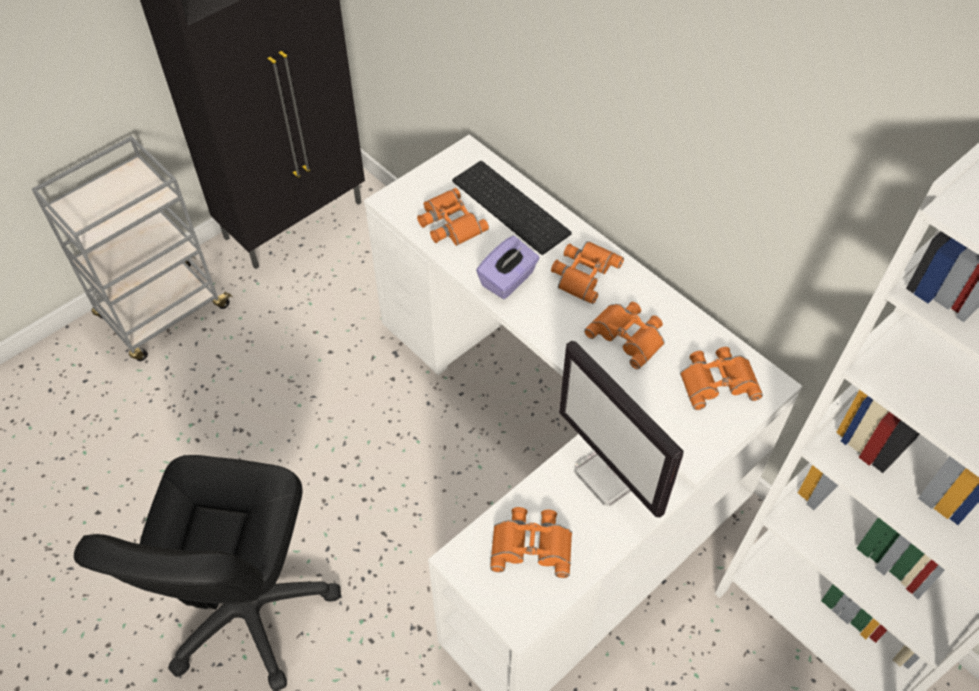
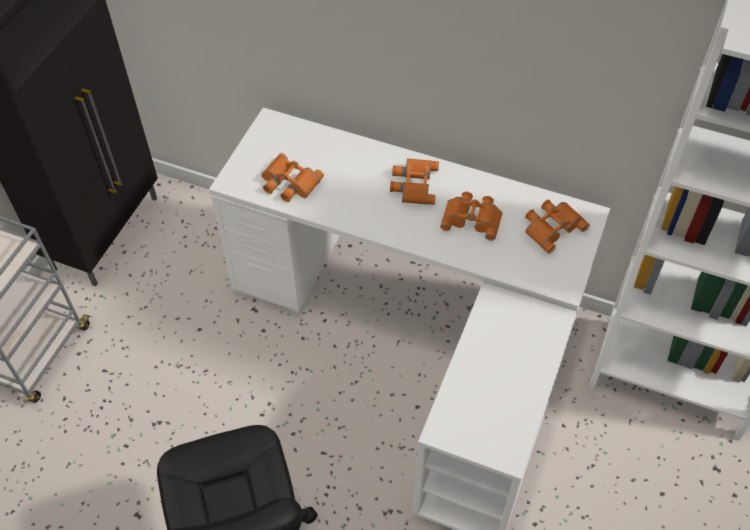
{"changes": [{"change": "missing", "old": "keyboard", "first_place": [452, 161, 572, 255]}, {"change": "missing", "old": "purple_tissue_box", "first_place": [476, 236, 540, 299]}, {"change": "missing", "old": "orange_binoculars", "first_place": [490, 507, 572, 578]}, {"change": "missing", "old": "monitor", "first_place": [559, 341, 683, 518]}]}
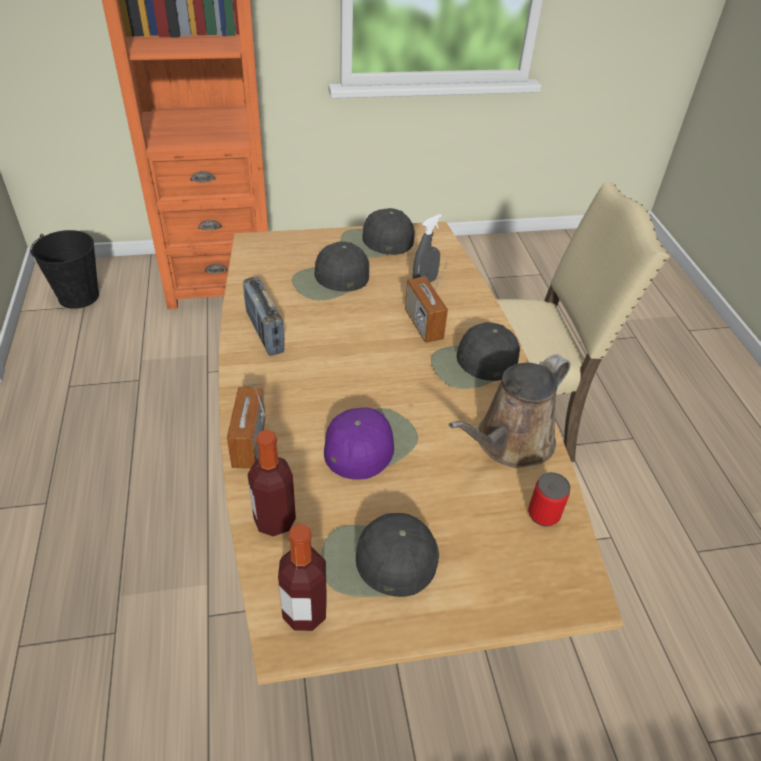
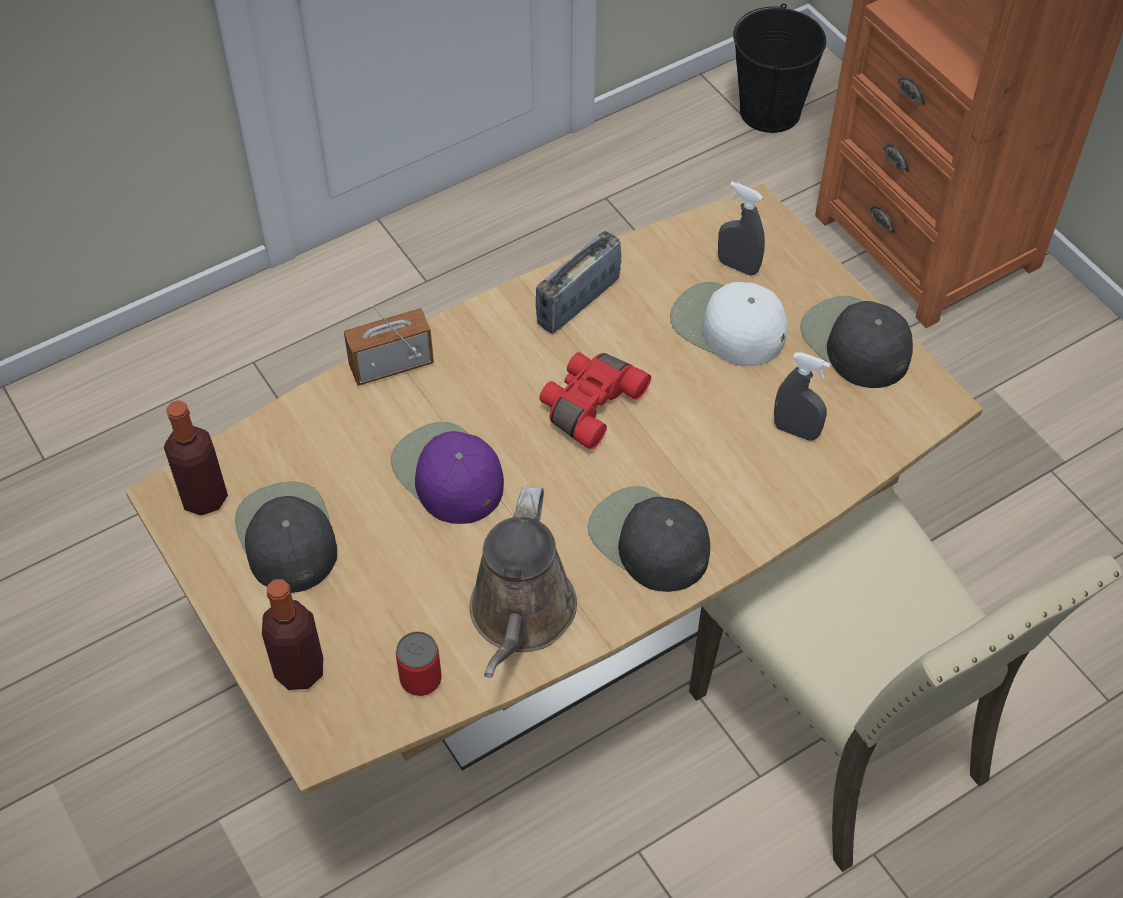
{"changes": [{"change": "relocated", "old": "bottle", "first_place": [248, 430, 296, 537], "second_place": [262, 579, 323, 690]}, {"change": "spun", "old": "purple_cap", "first_place": [324, 407, 418, 480], "second_place": [391, 422, 504, 524], "degrees": -150}, {"change": "spun", "old": "brown_watering_can", "first_place": [449, 354, 570, 468], "second_place": [470, 485, 577, 678], "degrees": -105}, {"change": "appeared", "new": "red_binoculars", "second_place": [539, 352, 651, 450]}, {"change": "colour", "old": "black_cap", "new": "white_cap", "first_place": [292, 242, 369, 301], "second_place": [670, 282, 788, 366]}, {"change": "appeared", "new": "grey_spray_bottle", "second_place": [718, 182, 765, 276]}, {"change": "missing", "old": "radio", "first_place": [405, 261, 448, 343]}]}
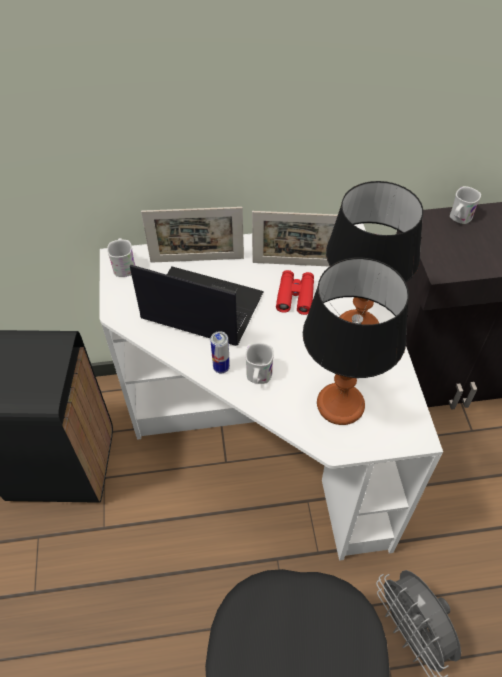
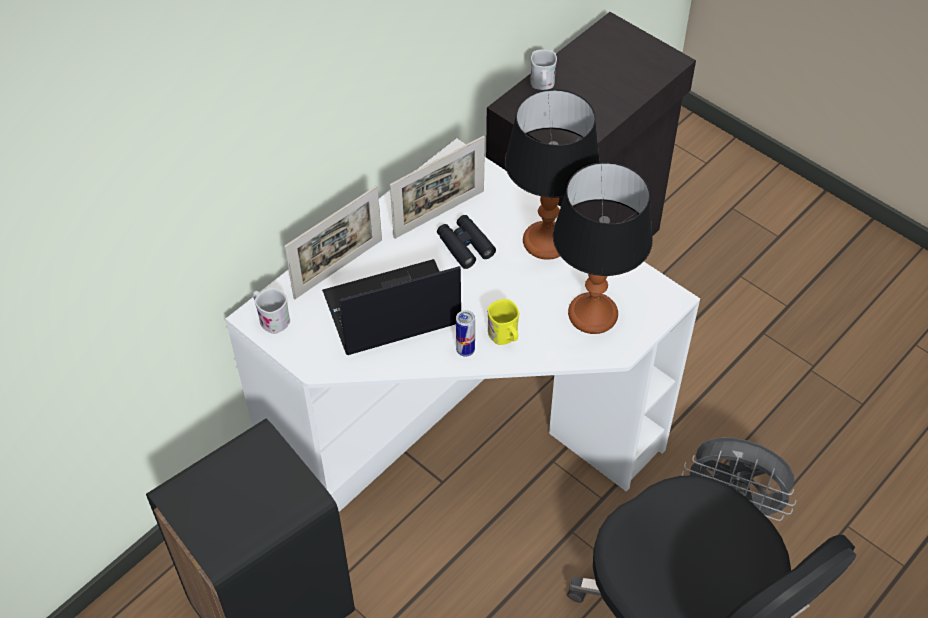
{"changes": [{"change": "colour", "old": "red_binoculars", "new": "black_binoculars", "first_place": [276, 270, 314, 315], "second_place": [437, 215, 496, 269]}, {"change": "colour", "old": "white_mug", "new": "yellow_mug", "first_place": [245, 343, 274, 384], "second_place": [487, 299, 519, 345]}]}
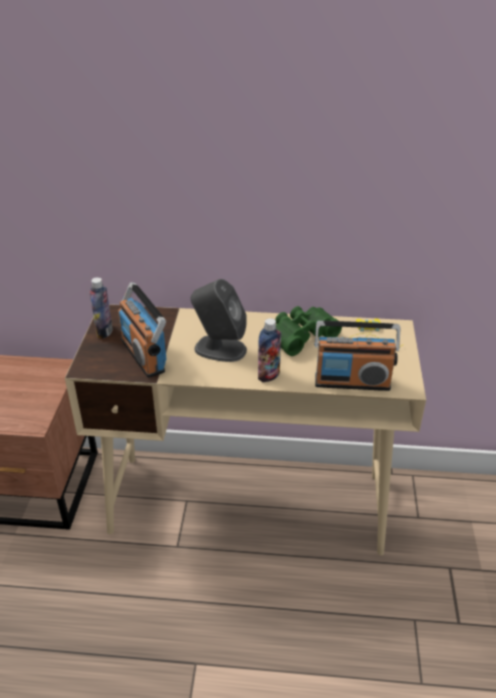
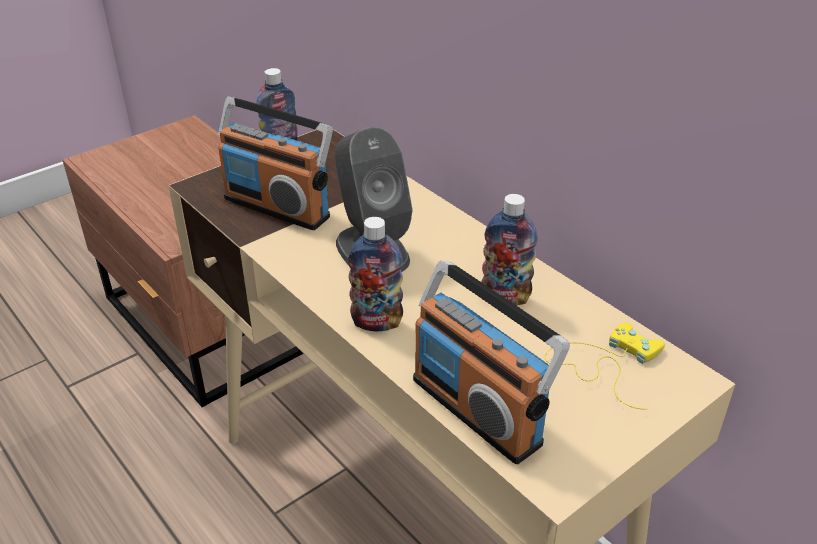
{"changes": [{"change": "spun", "old": "radio", "first_place": [118, 282, 166, 378], "second_place": [218, 97, 333, 230], "degrees": -75}, {"change": "exchanged", "old": "green_binoculars", "new": "bottle", "first_place": [275, 306, 342, 356], "second_place": [481, 194, 538, 306]}]}
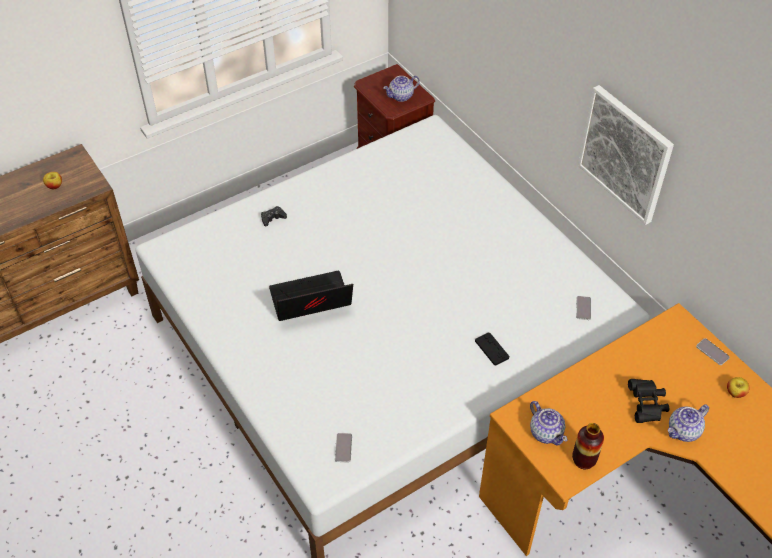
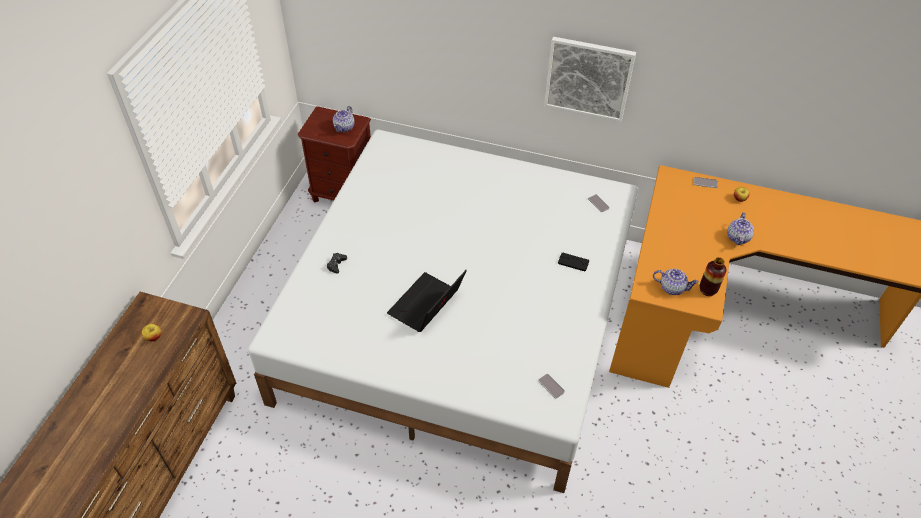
{"changes": [{"change": "missing", "old": "black_binoculars", "first_place": [628, 379, 669, 423]}]}
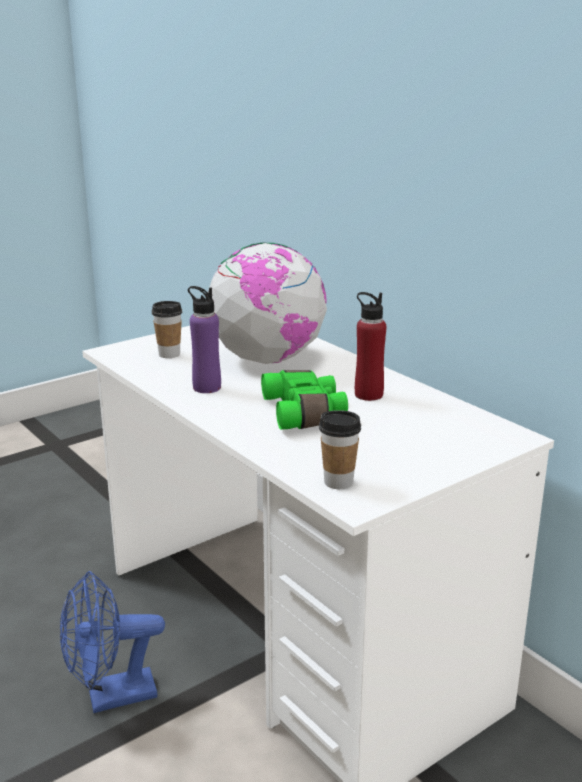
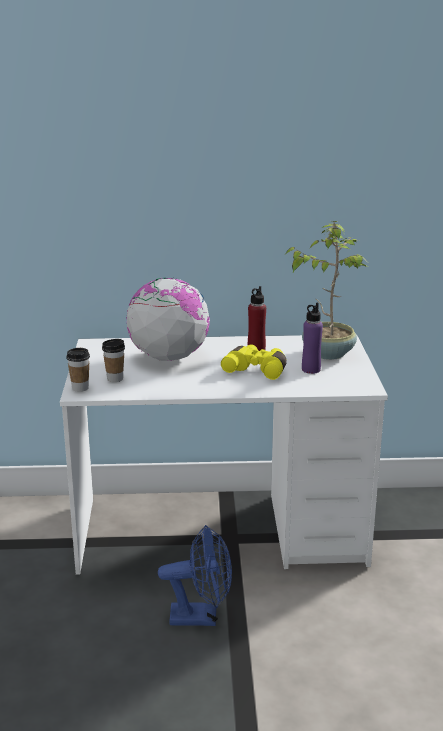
{"changes": [{"change": "relocated", "old": "cup", "first_place": [319, 410, 361, 489], "second_place": [66, 348, 90, 392]}, {"change": "spun", "old": "blue_fan", "first_place": [60, 571, 165, 713], "second_place": [158, 525, 232, 626], "degrees": -105}, {"change": "colour", "old": "green_binoculars", "new": "yellow_binoculars", "first_place": [261, 370, 348, 430], "second_place": [221, 344, 287, 380]}, {"change": "appeared", "new": "potted_plant", "second_place": [286, 221, 368, 360]}, {"change": "relocated", "old": "purple_bottle", "first_place": [188, 286, 221, 393], "second_place": [302, 303, 323, 374]}]}
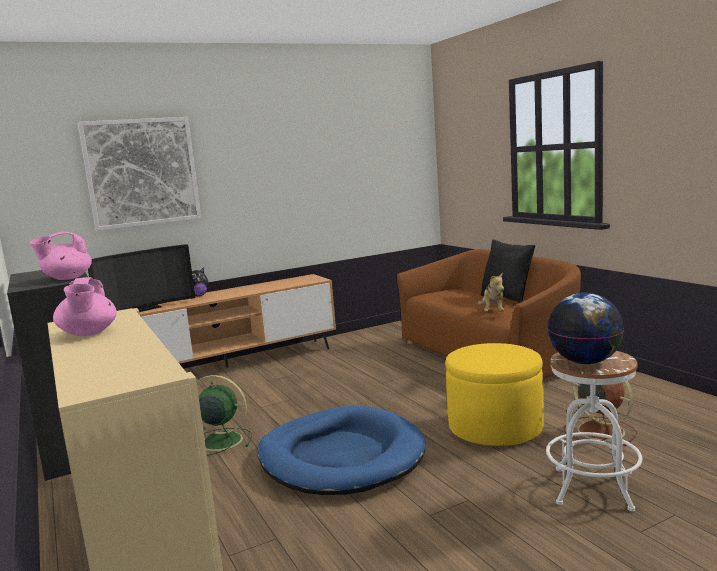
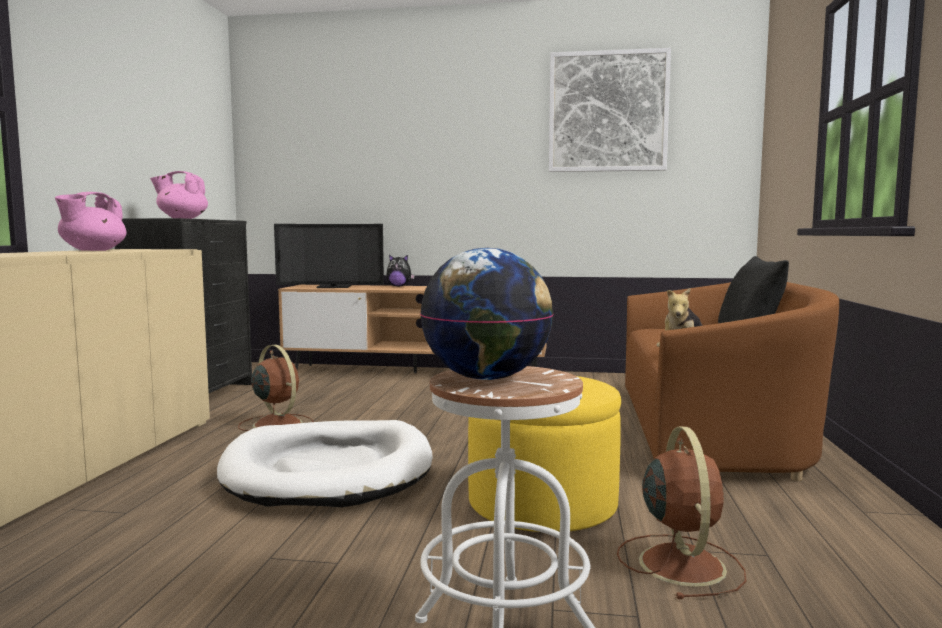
{"changes": [{"change": "colour", "old": "blue_dog_bed", "new": "white_dog_bed", "first_place": [258, 406, 426, 495], "second_place": [217, 420, 433, 507]}, {"change": "colour", "old": "green_fan", "new": "brown_fan", "first_place": [197, 375, 252, 456], "second_place": [238, 344, 314, 431]}, {"change": "relocated", "old": "picture", "first_place": [78, 117, 201, 231], "second_place": [549, 48, 671, 172]}]}
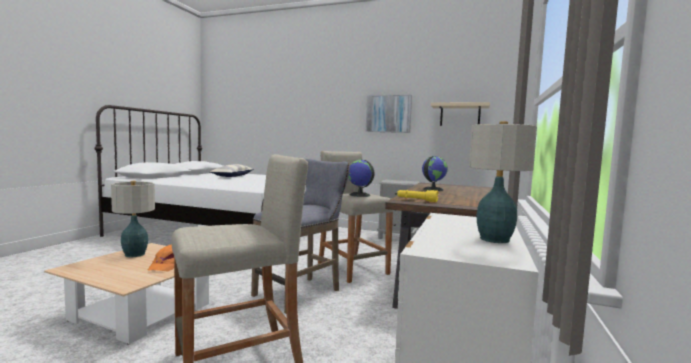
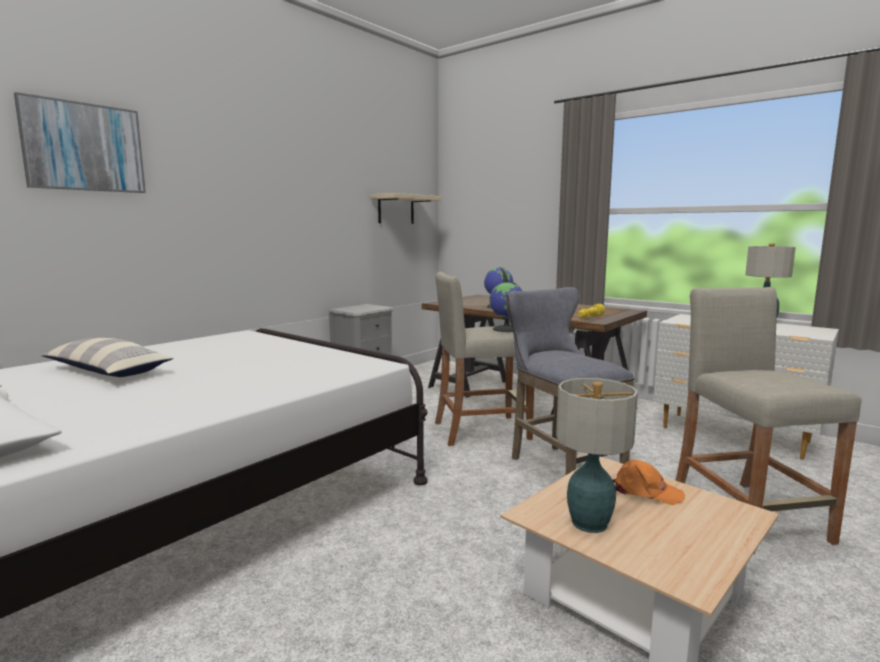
{"changes": [{"change": "relocated", "old": "picture", "first_place": [366, 95, 412, 133], "second_place": [14, 92, 146, 193]}]}
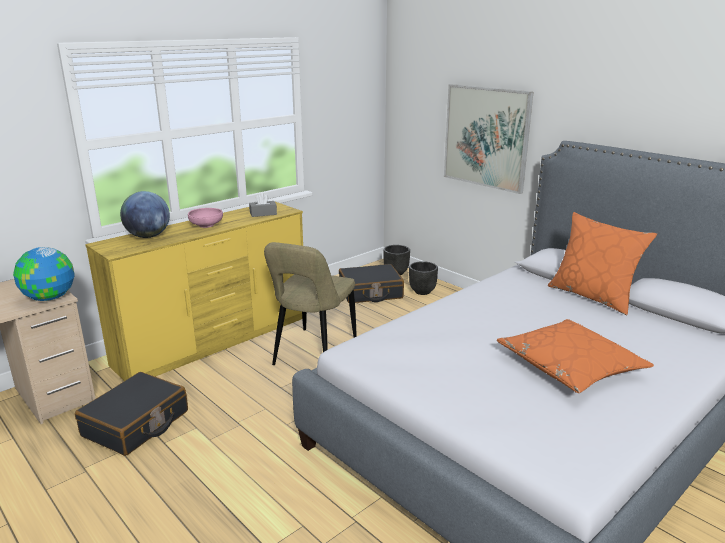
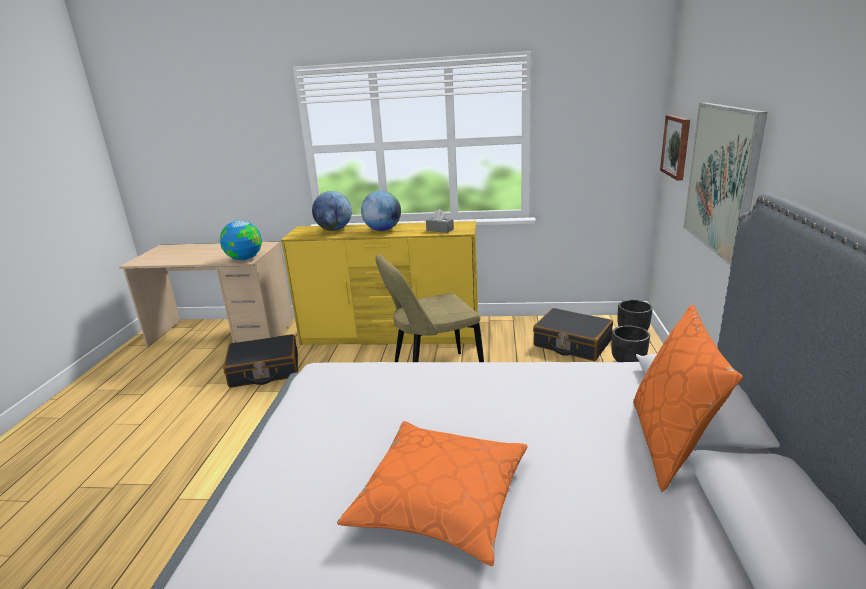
{"changes": [{"change": "exchanged", "old": "pink_bowl", "new": "globe", "first_place": [188, 208, 223, 228], "second_place": [361, 191, 401, 231]}, {"change": "appeared", "new": "picture", "second_place": [660, 115, 690, 181]}]}
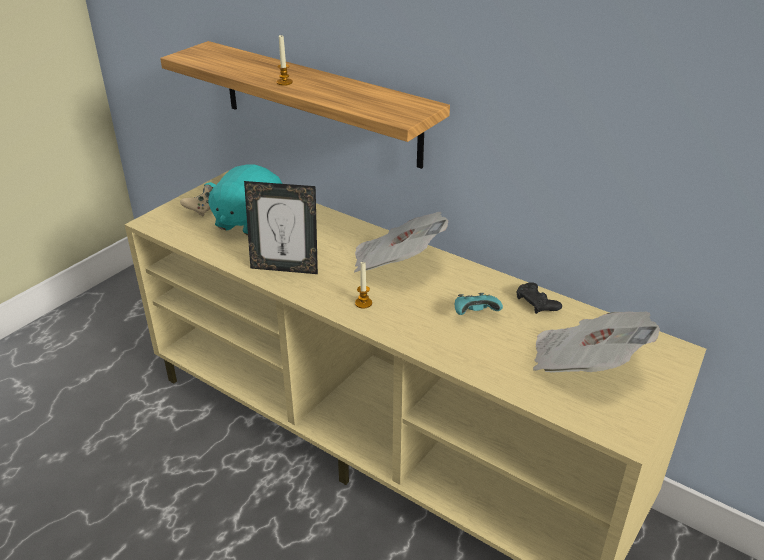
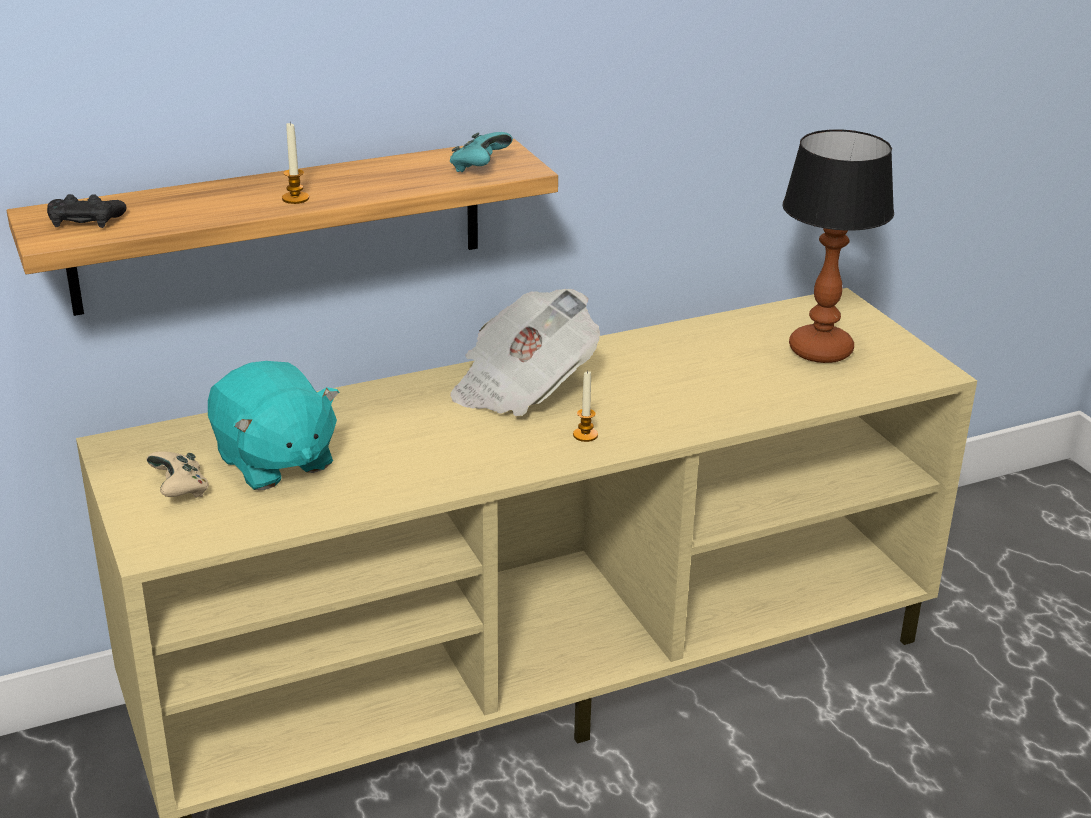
{"changes": [{"change": "relocated", "old": "black_game_controller", "first_place": [517, 282, 562, 314], "second_place": [47, 194, 127, 228]}, {"change": "relocated", "old": "turquoise_game_controller", "first_place": [455, 293, 503, 315], "second_place": [450, 132, 513, 172]}, {"change": "exchanged", "old": "newspaper", "new": "table_lamp", "first_place": [533, 311, 660, 373], "second_place": [783, 129, 894, 363]}, {"change": "missing", "old": "picture_frame", "first_place": [244, 181, 318, 274]}]}
